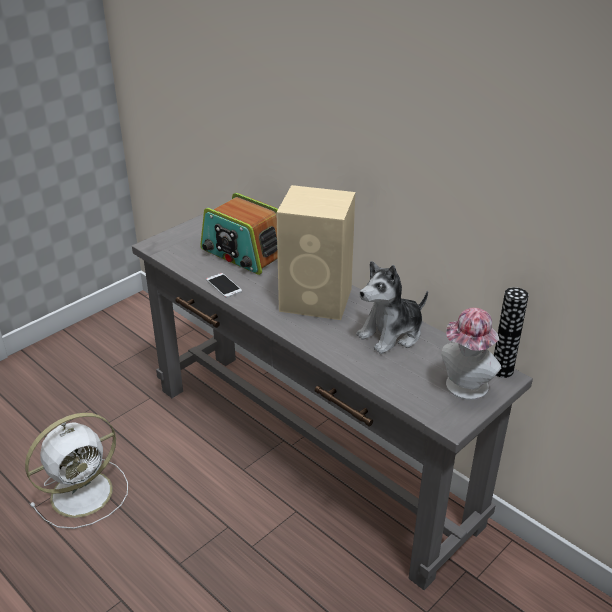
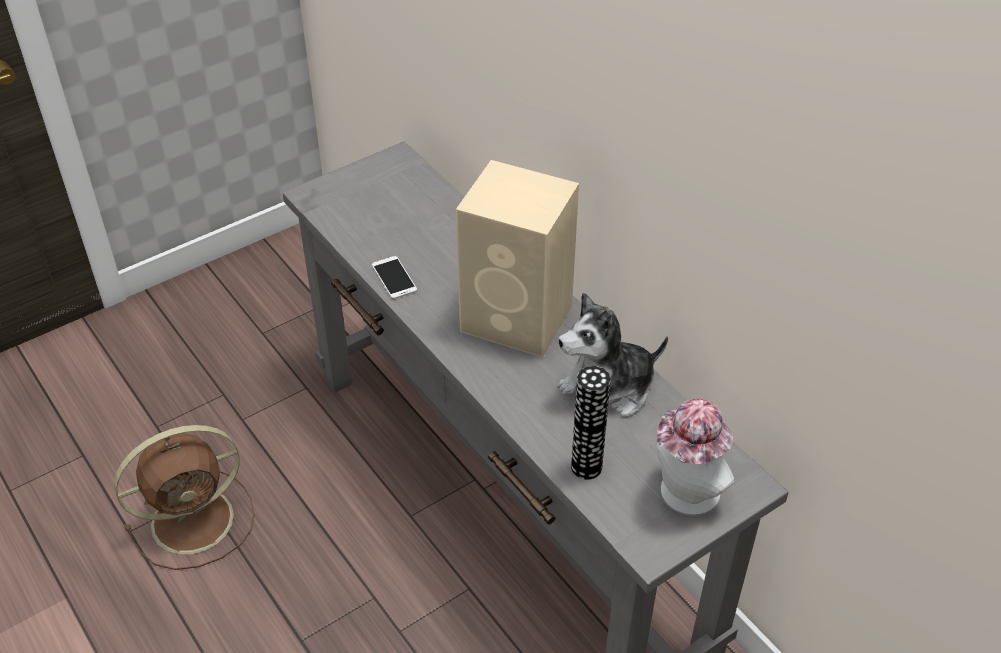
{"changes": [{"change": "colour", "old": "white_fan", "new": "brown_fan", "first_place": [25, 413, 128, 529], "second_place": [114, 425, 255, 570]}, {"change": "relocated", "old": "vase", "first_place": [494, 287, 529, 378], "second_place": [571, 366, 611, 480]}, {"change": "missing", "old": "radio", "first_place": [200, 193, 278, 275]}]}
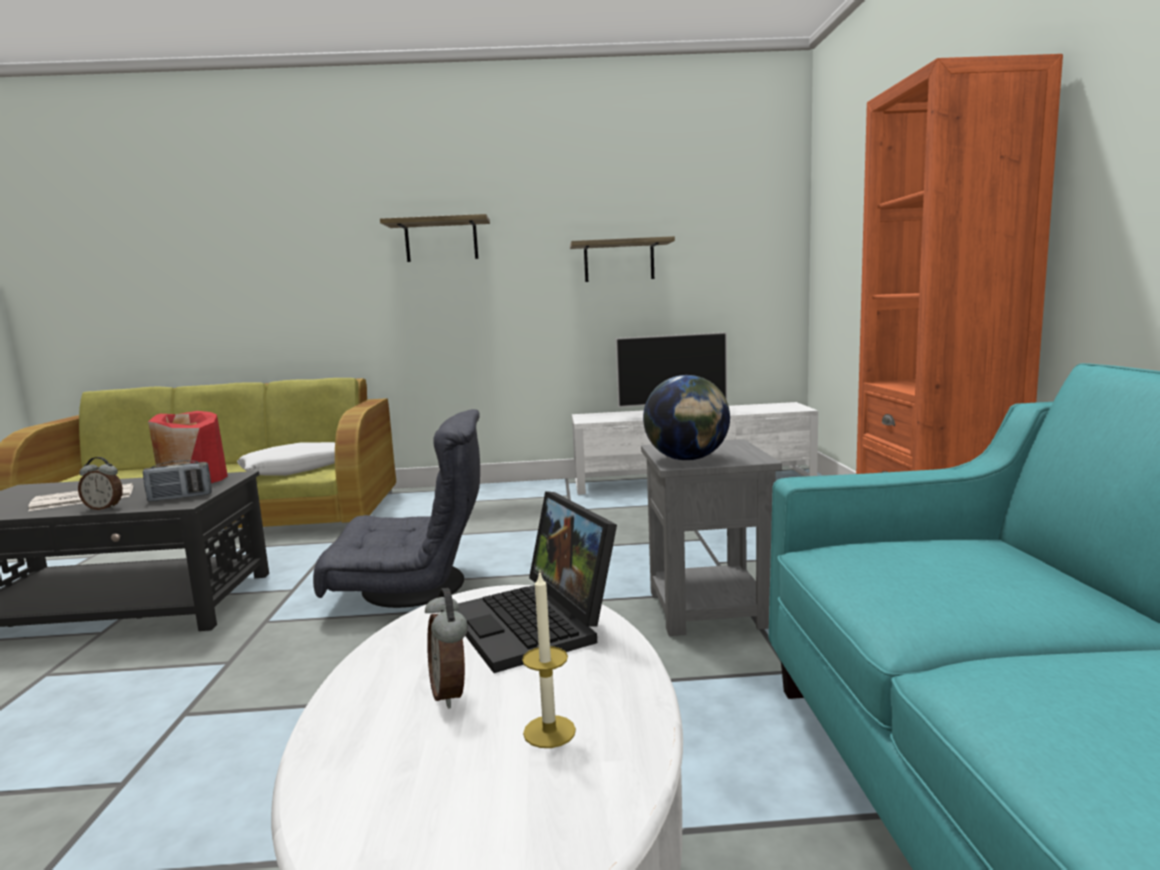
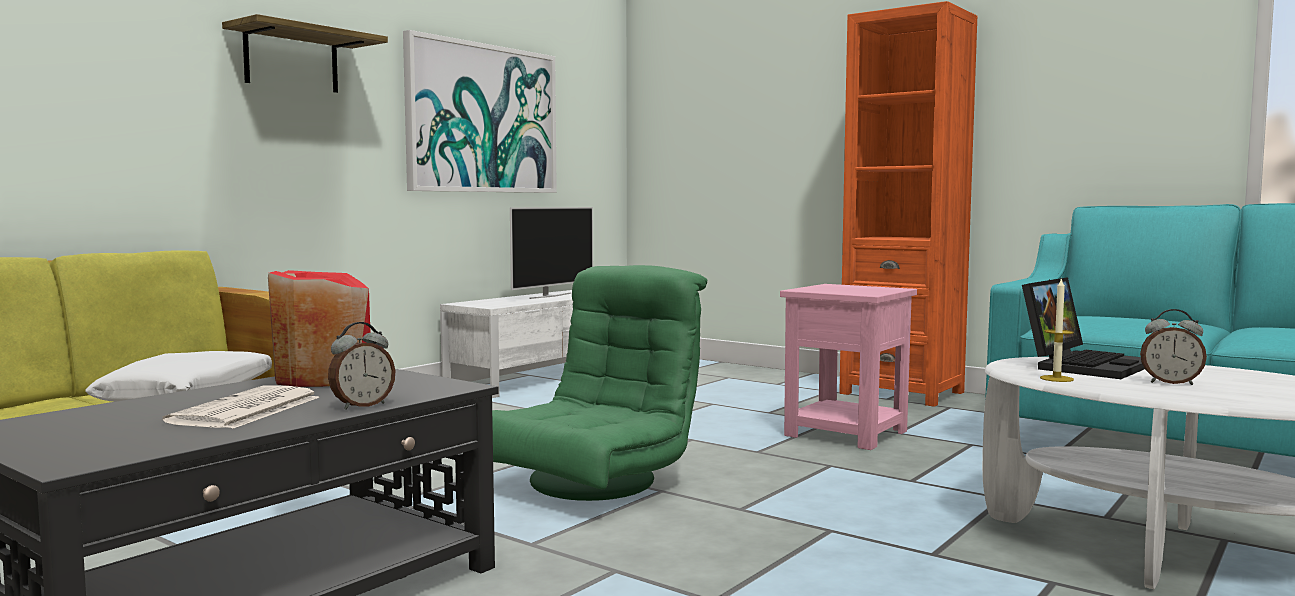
{"changes": [{"change": "exchanged", "old": "shelf", "new": "picture", "first_place": [570, 236, 675, 282], "second_place": [403, 30, 557, 193]}, {"change": "colour", "old": "grey_armchair", "new": "green_armchair", "first_place": [313, 409, 480, 608], "second_place": [492, 265, 707, 501]}, {"change": "colour", "old": "grey_side_table", "new": "pink_side_table", "first_place": [641, 439, 782, 636], "second_place": [780, 284, 917, 450]}, {"change": "spun", "old": "laptop", "first_place": [454, 491, 617, 673], "second_place": [1022, 277, 1145, 379], "degrees": -60}, {"change": "relocated", "old": "candle", "first_place": [522, 573, 576, 748], "second_place": [1040, 277, 1074, 382]}, {"change": "missing", "old": "radio", "first_place": [143, 460, 212, 502]}, {"change": "missing", "old": "globe", "first_place": [643, 375, 730, 461]}]}
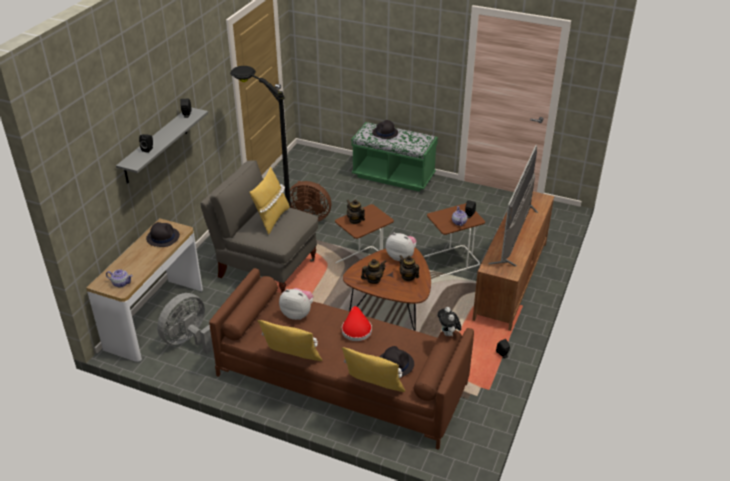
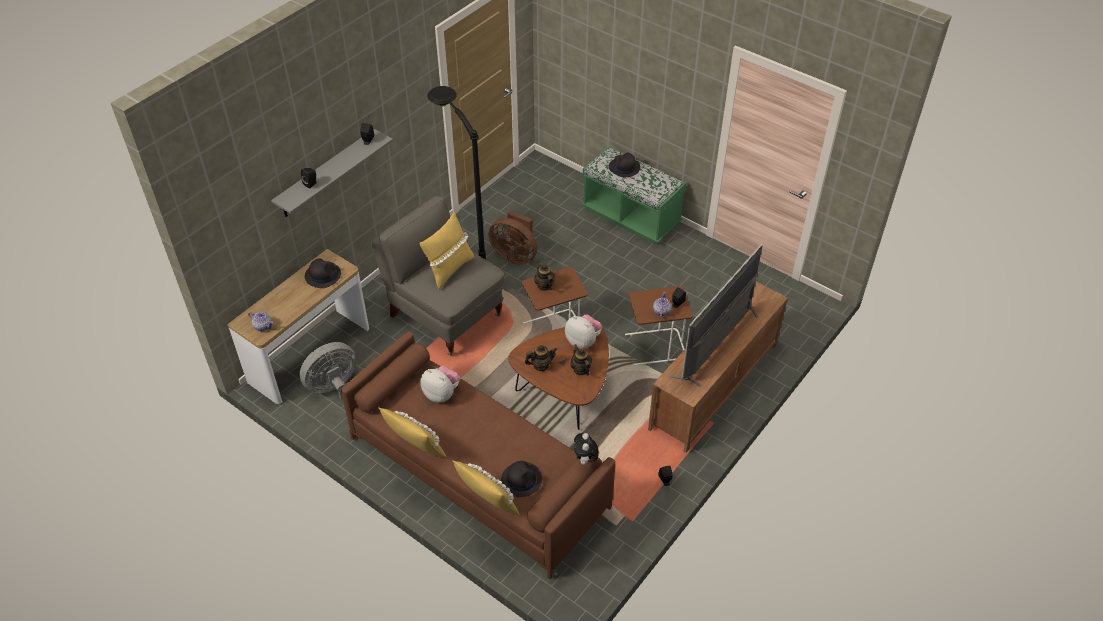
{"changes": [{"change": "missing", "old": "red_hat", "first_place": [342, 306, 372, 341]}]}
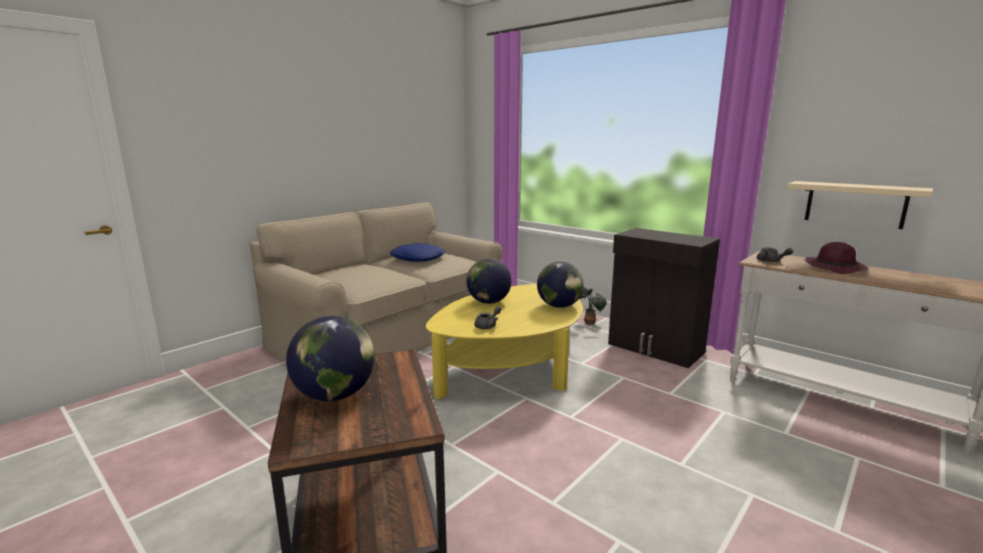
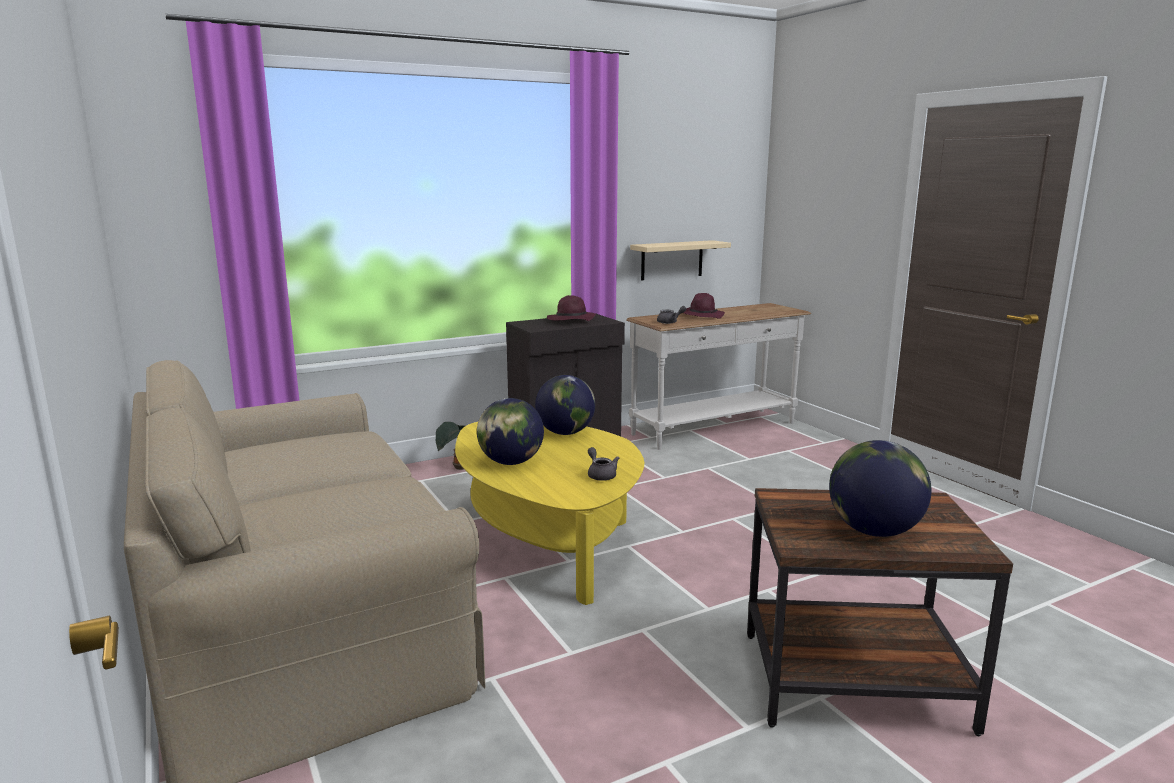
{"changes": [{"change": "appeared", "new": "purple_hat", "second_place": [547, 295, 596, 321]}, {"change": "missing", "old": "blue_pillow", "first_place": [390, 243, 446, 261]}]}
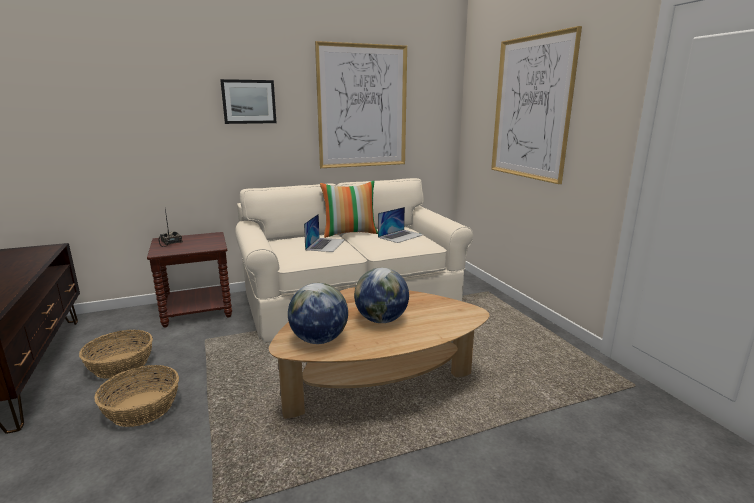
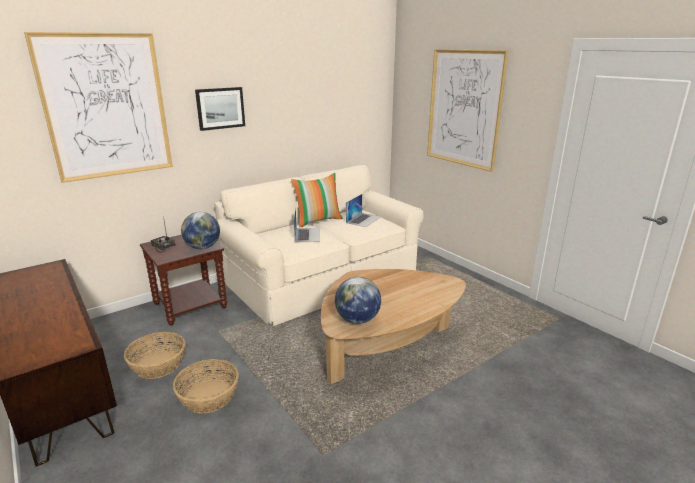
{"changes": [{"change": "relocated", "old": "picture", "first_place": [315, 41, 407, 168], "second_place": [24, 32, 173, 183]}, {"change": "relocated", "old": "globe", "first_place": [354, 268, 409, 323], "second_place": [181, 212, 220, 249]}]}
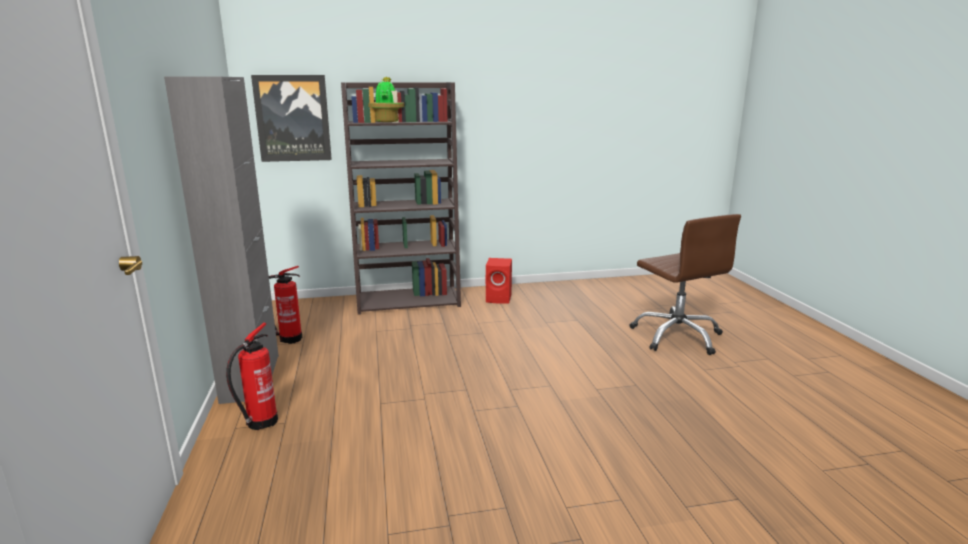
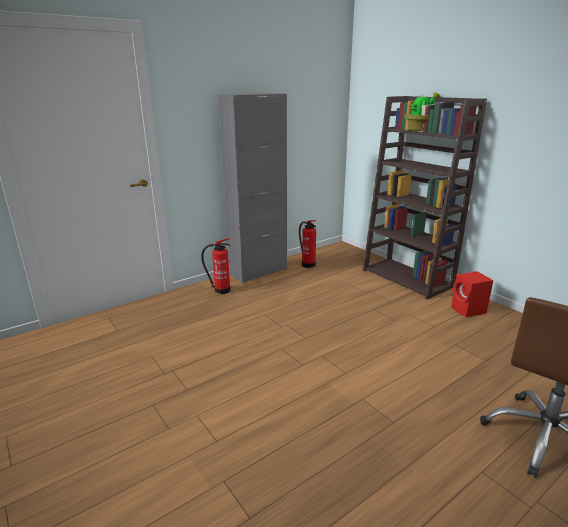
{"changes": [{"change": "missing", "old": "picture", "first_place": [251, 75, 332, 162]}]}
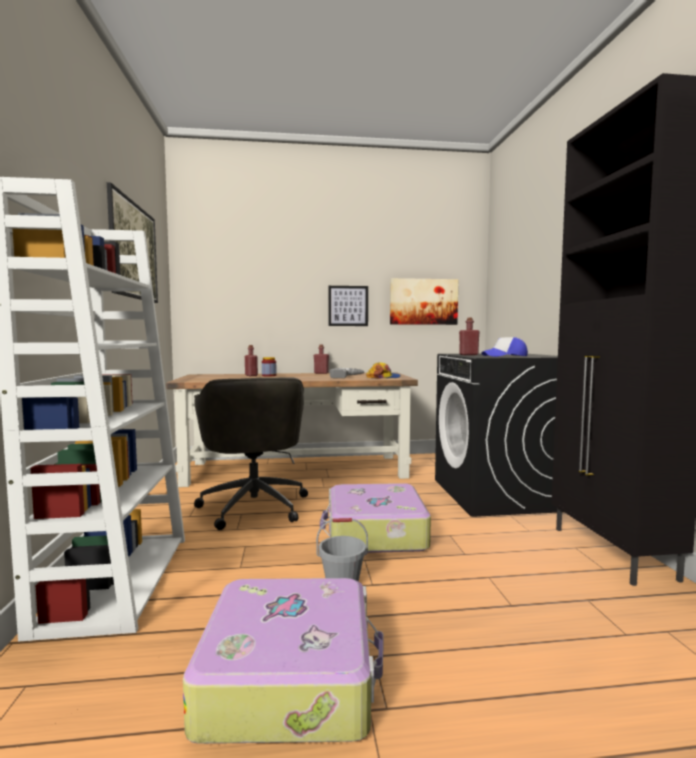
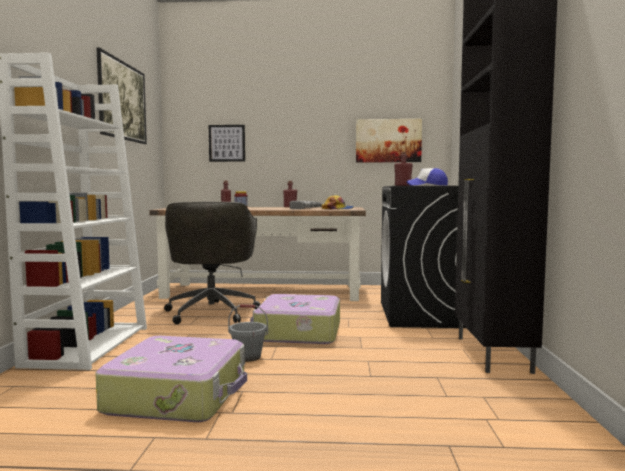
{"changes": [{"change": "relocated", "old": "picture", "first_place": [328, 286, 368, 326], "second_place": [209, 125, 245, 162]}]}
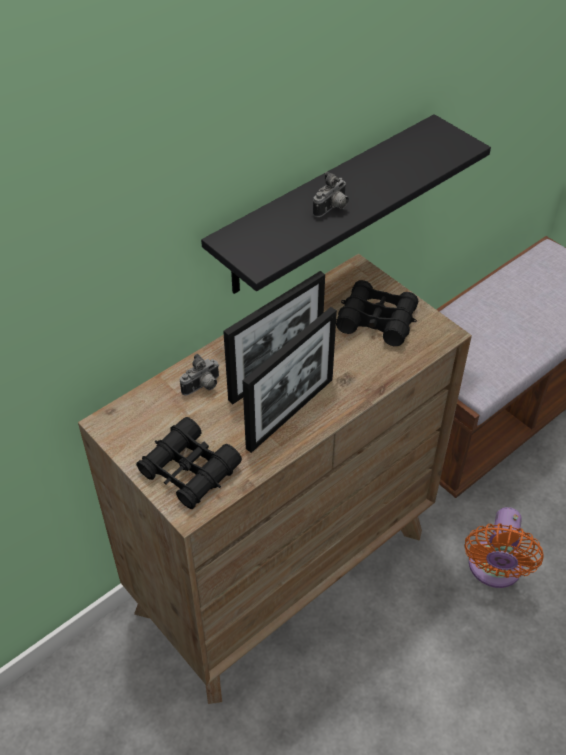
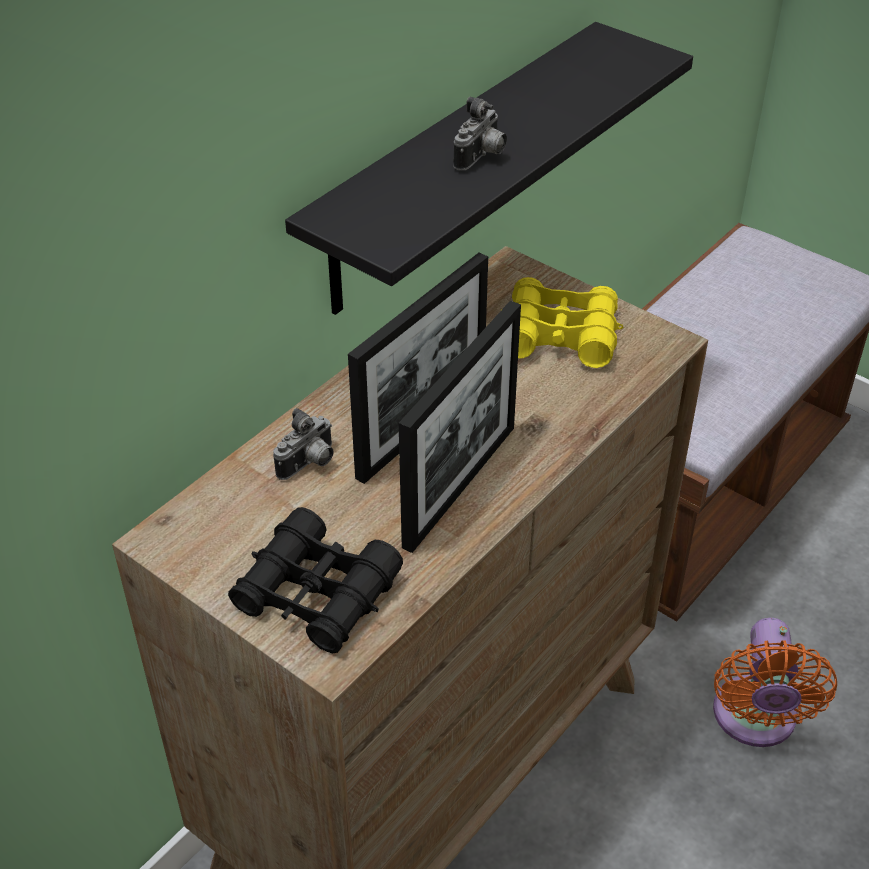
{"changes": [{"change": "colour", "old": "black_binoculars", "new": "yellow_binoculars", "first_place": [336, 280, 418, 346], "second_place": [501, 277, 623, 368]}]}
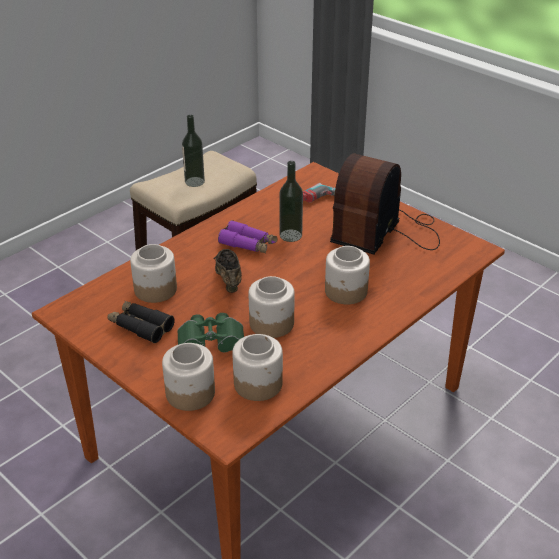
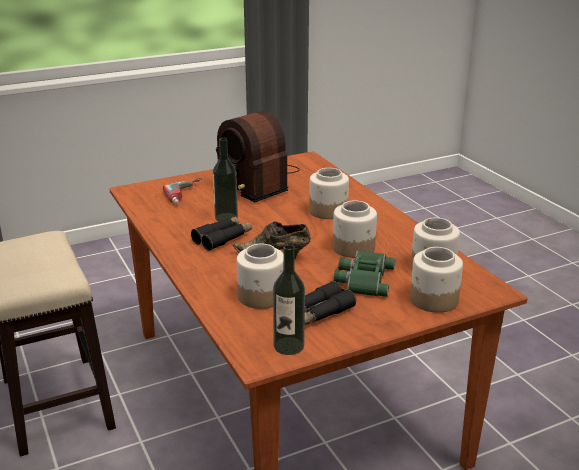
{"changes": [{"change": "colour", "old": "purple_binoculars", "new": "black_binoculars", "first_place": [218, 220, 277, 253], "second_place": [191, 217, 252, 251]}, {"change": "relocated", "old": "bottle", "first_place": [182, 115, 205, 187], "second_place": [273, 244, 305, 355]}]}
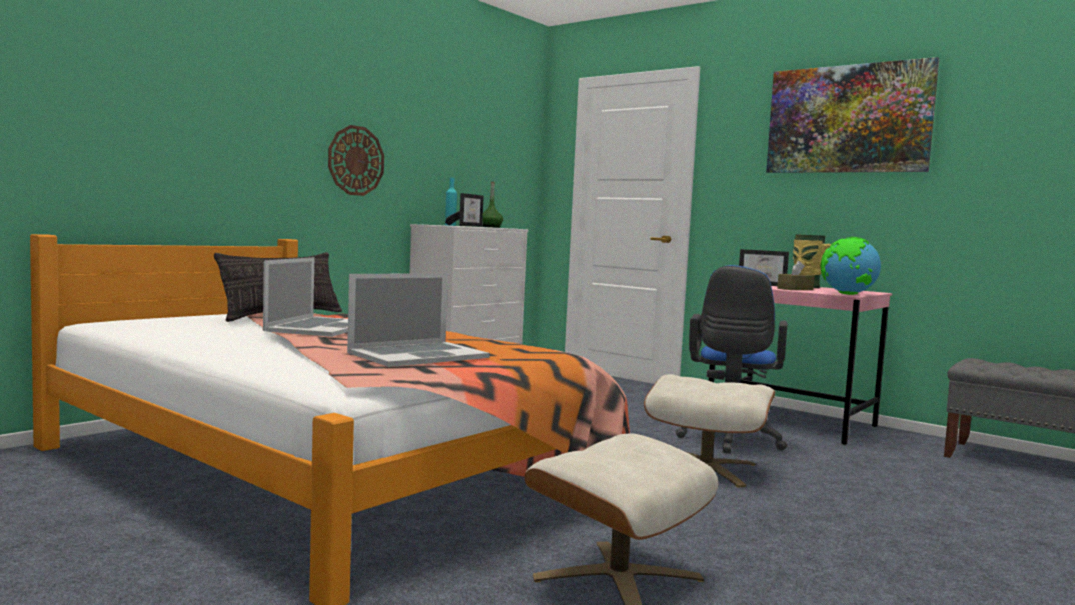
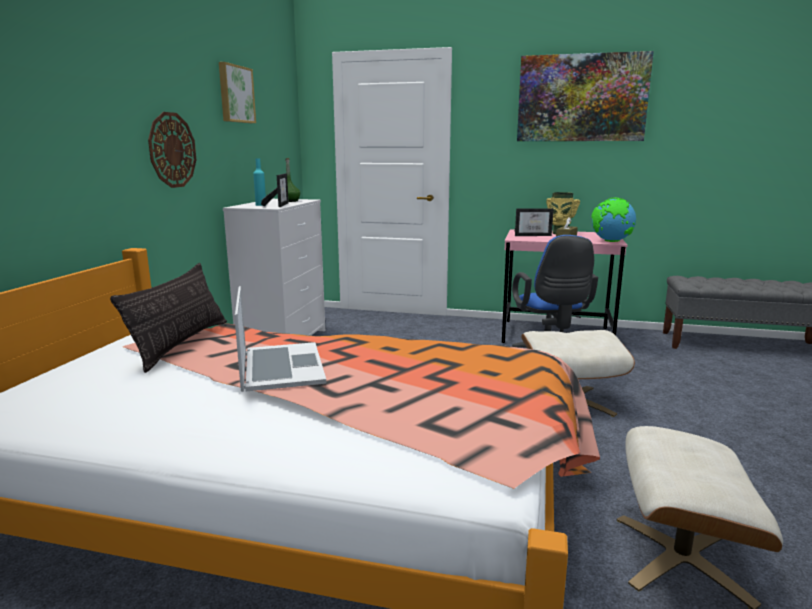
{"changes": [{"change": "appeared", "new": "picture", "second_place": [219, 62, 256, 123]}, {"change": "missing", "old": "laptop", "first_place": [347, 273, 490, 367]}]}
